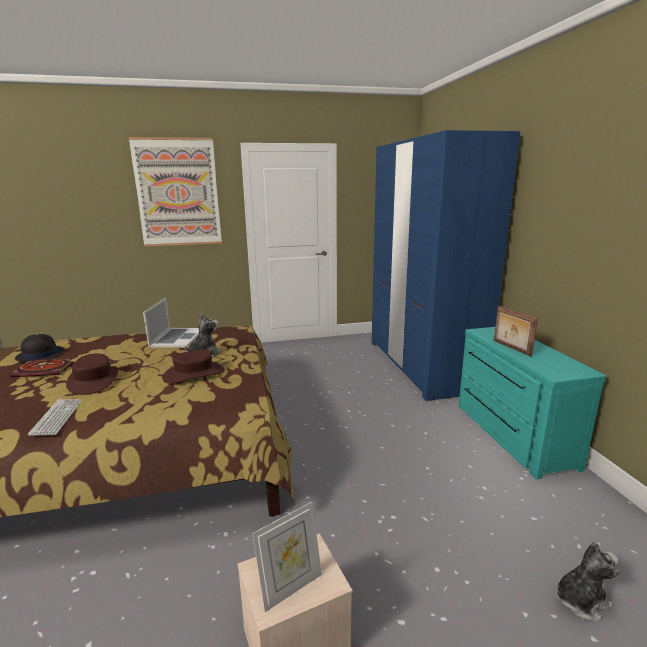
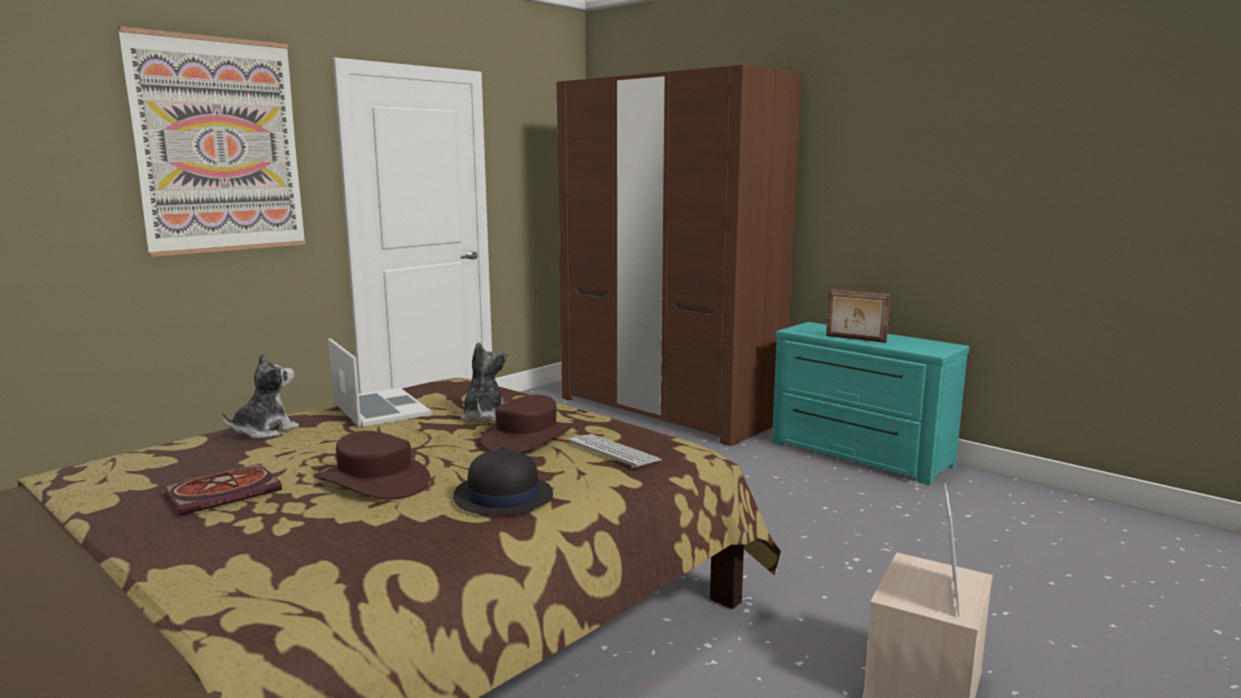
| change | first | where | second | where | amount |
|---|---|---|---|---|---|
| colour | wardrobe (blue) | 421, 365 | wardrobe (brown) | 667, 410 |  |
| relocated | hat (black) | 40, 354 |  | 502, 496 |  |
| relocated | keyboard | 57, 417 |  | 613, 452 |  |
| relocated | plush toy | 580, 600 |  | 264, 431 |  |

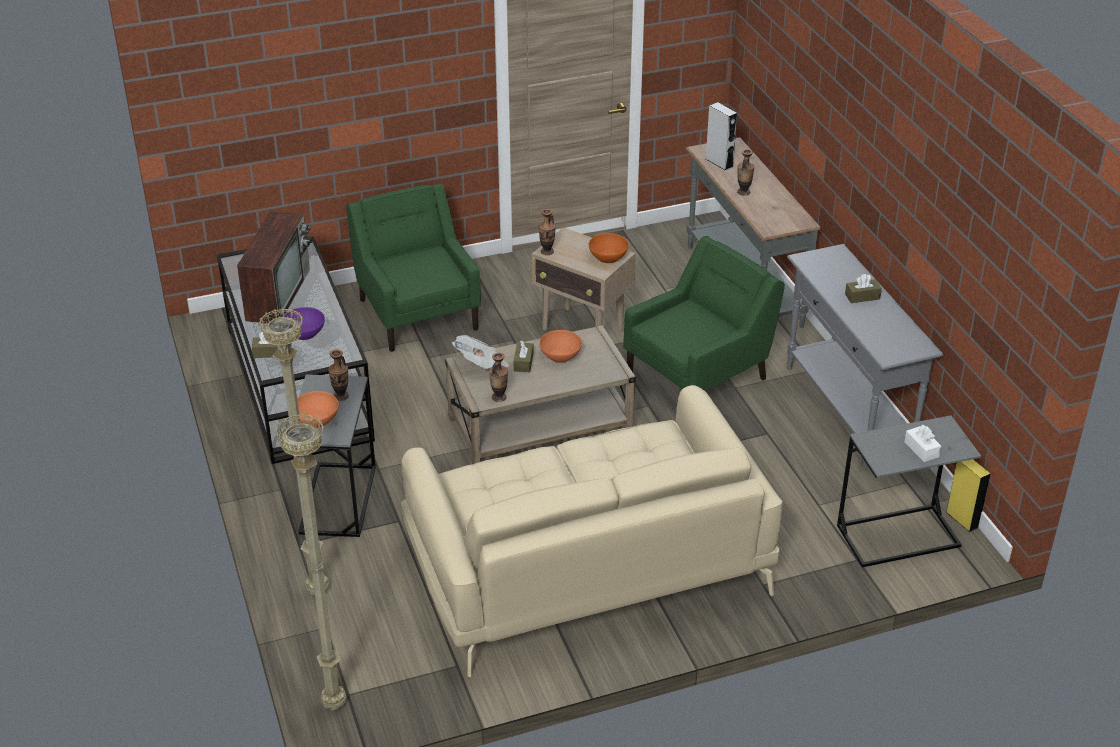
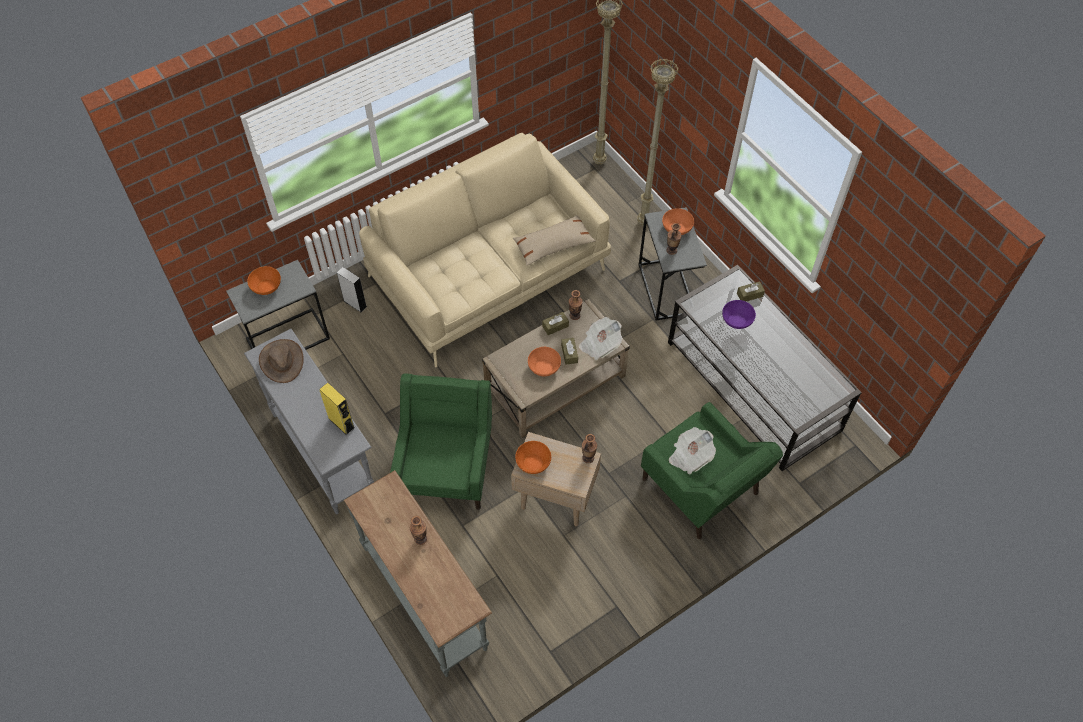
| change | first | where | second | where | amount |
|---|---|---|---|---|---|
| relocated | speaker (grey) | 719, 162 |  | 355, 303 |  |
| missing | television | 278, 293 |  |  |  |
| spun | armchair (green) | 698, 375 |  | 446, 465 | 150 degrees clockwise |
| relocated | tissue box (brown) | 862, 296 |  | 555, 326 |  |
| exchanged | tissue box (white) | 921, 449 | bowl (orange) | 266, 287 |  |
| relocated | speaker (yellow) | 962, 519 |  | 341, 423 |  |
| appeared |  |  | pillow (beige) | 553, 245 |  |
| appeared |  |  | hat (brown) | 282, 361 |  |
| appeared |  |  | newspaper | 690, 456 |  |

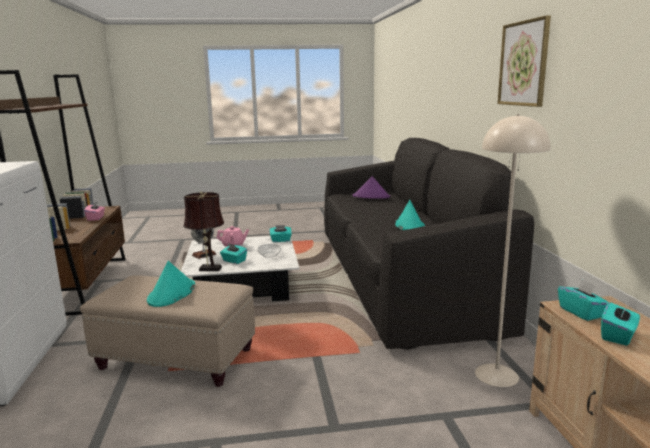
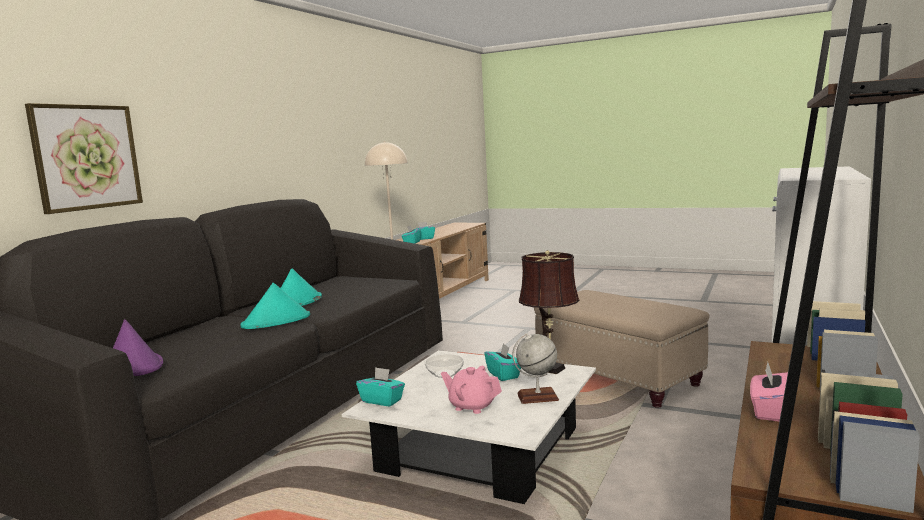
| change | first | where | second | where | amount |
|---|---|---|---|---|---|
| relocated | picture | 523, 63 |  | 86, 157 |  |
| relocated | hat (turquoise) | 172, 294 |  | 276, 321 |  |

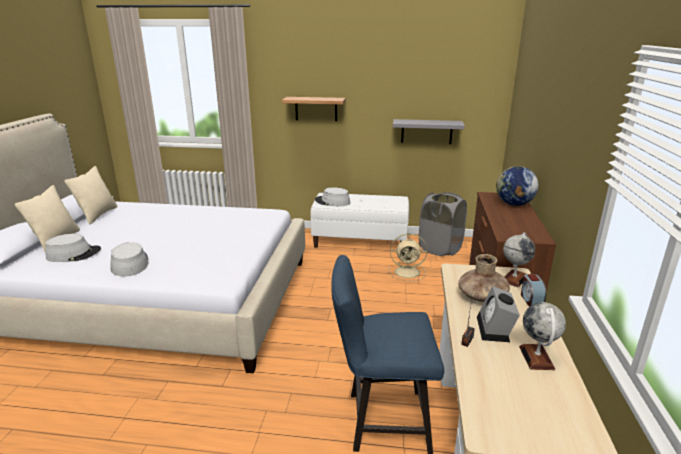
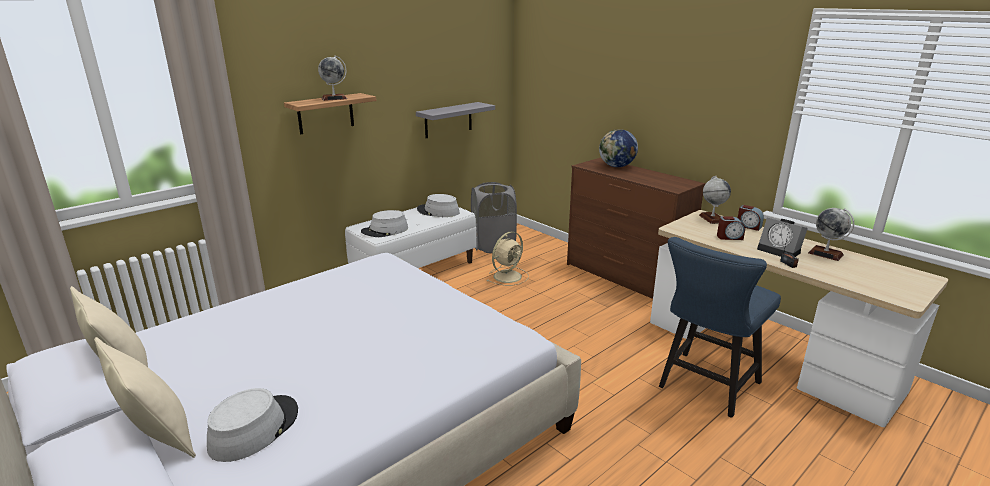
| change | first | where | second | where | amount |
|---|---|---|---|---|---|
| relocated | hat (grey) | 129, 264 |  | 438, 211 |  |
| exchanged | vase (brown) | 482, 297 | alarm clock | 729, 237 |  |
| appeared |  |  | globe | 334, 98 |  |

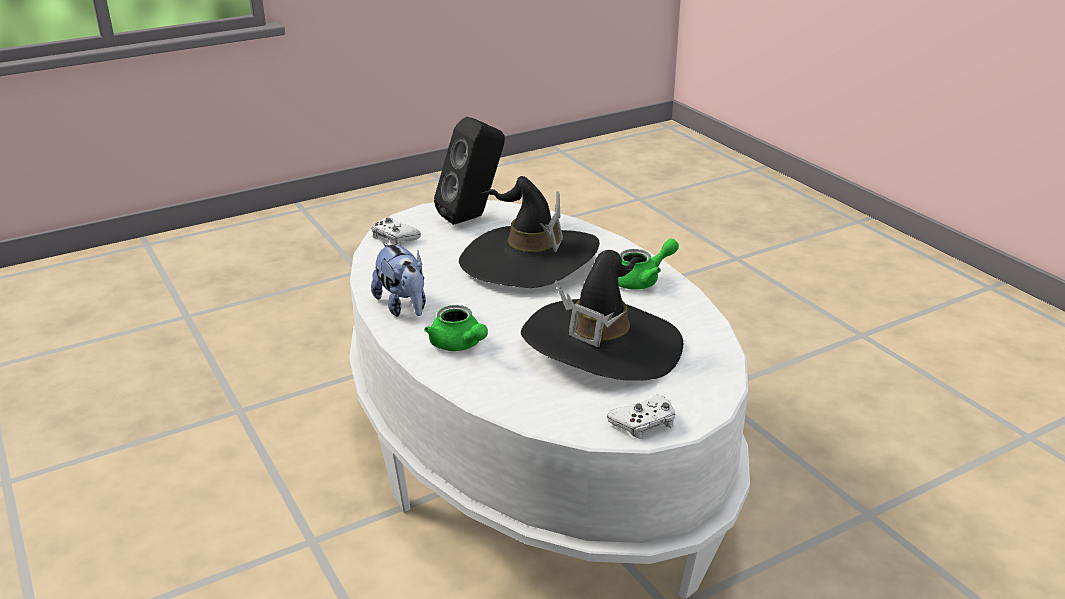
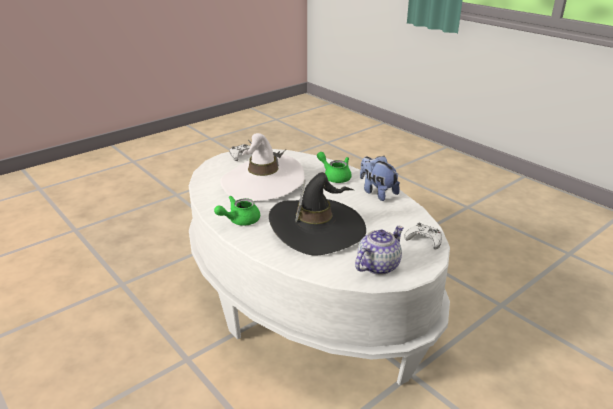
| change | first | where | second | where | amount |
|---|---|---|---|---|---|
| exchanged | speaker (black) | 473, 217 | teapot | 378, 265 |  |
| colour | hat (black) | 601, 345 | hat (white) | 262, 182 |  |

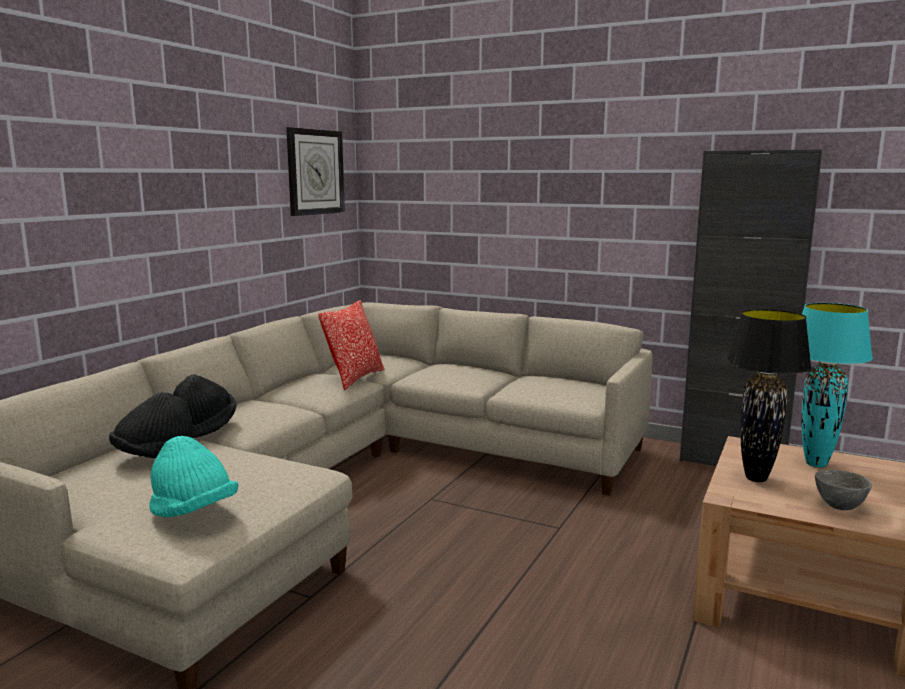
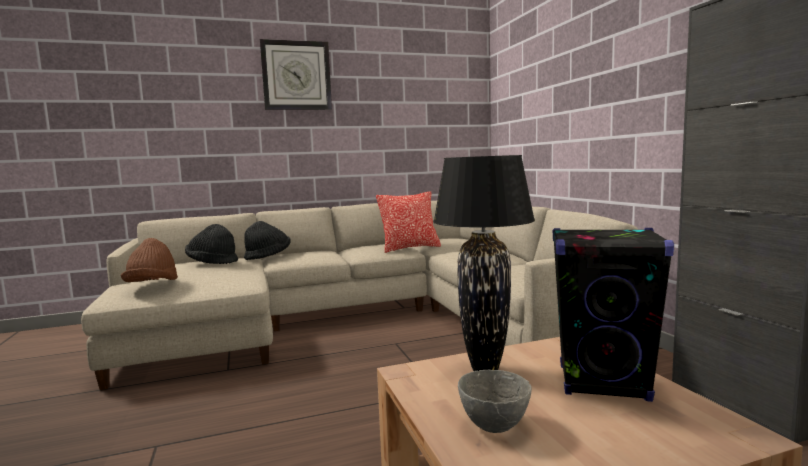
| change | first | where | second | where | amount |
|---|---|---|---|---|---|
| relocated | wall clock | 315, 172 |  | 296, 75 |  |
| exchanged | table lamp (turquoise) | 816, 464 | speaker (black) | 603, 383 |  |
| colour | hat (turquoise) | 193, 512 | hat (brown) | 152, 285 |  |

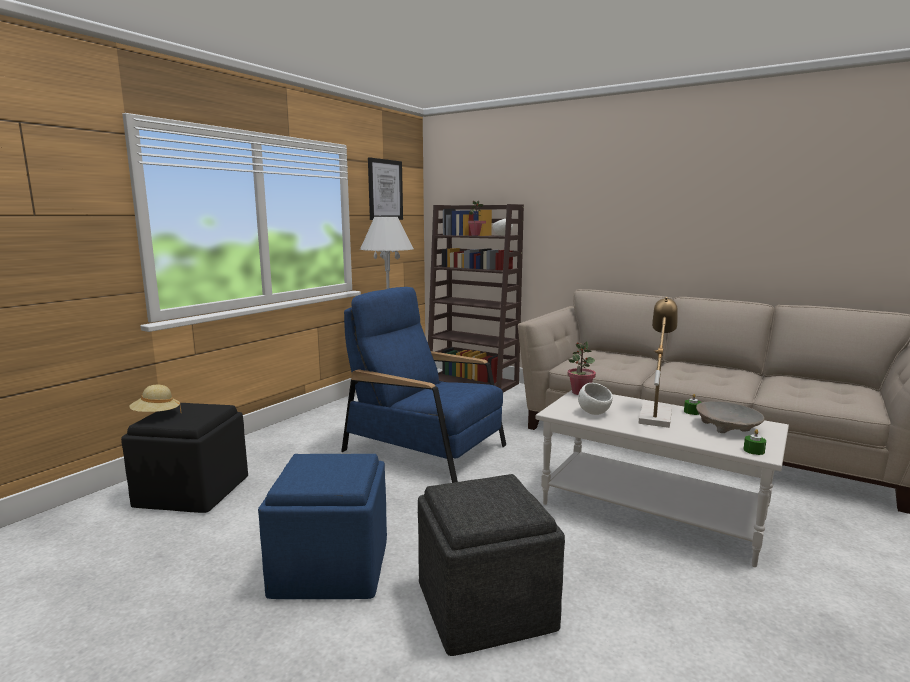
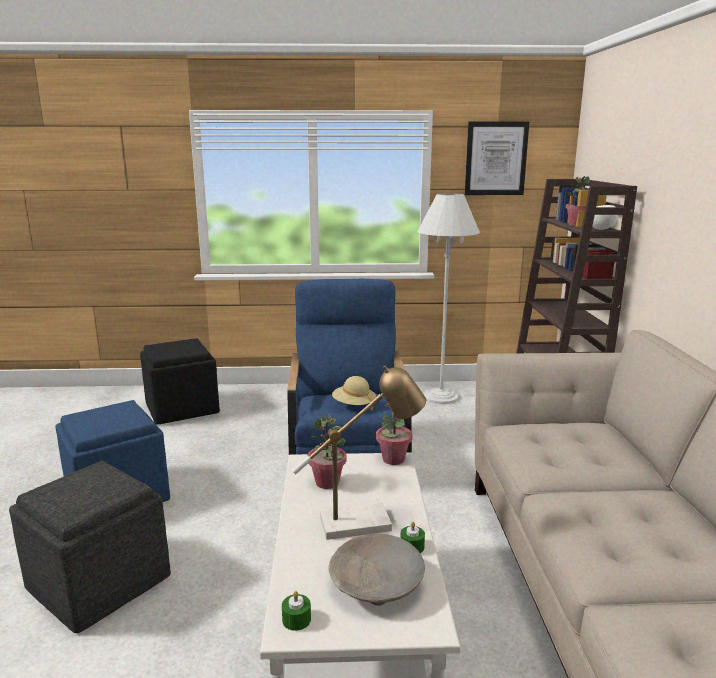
| change | first | where | second | where | amount |
|---|---|---|---|---|---|
| exchanged | bowl (white) | 594, 413 | potted plant | 327, 482 |  |
| relocated | hat (beige) | 156, 415 |  | 354, 405 |  |

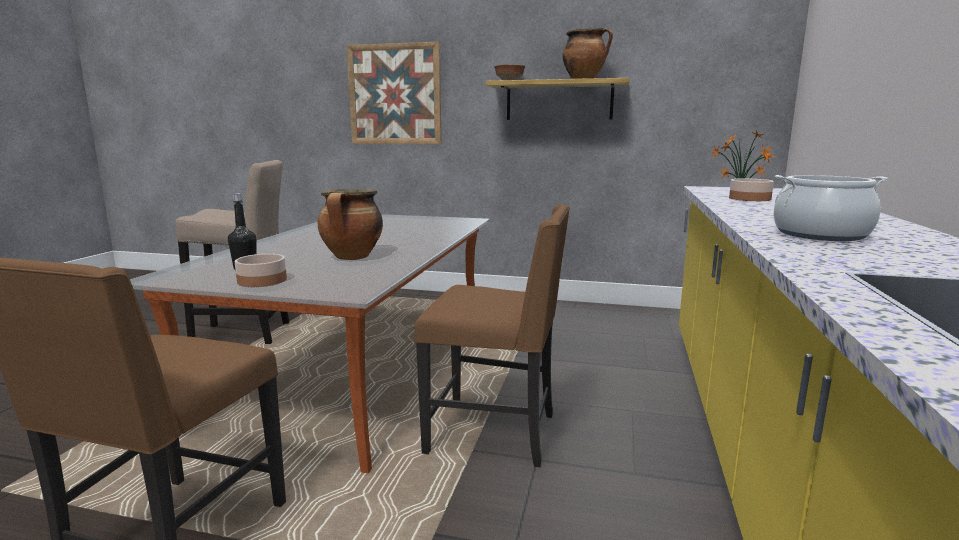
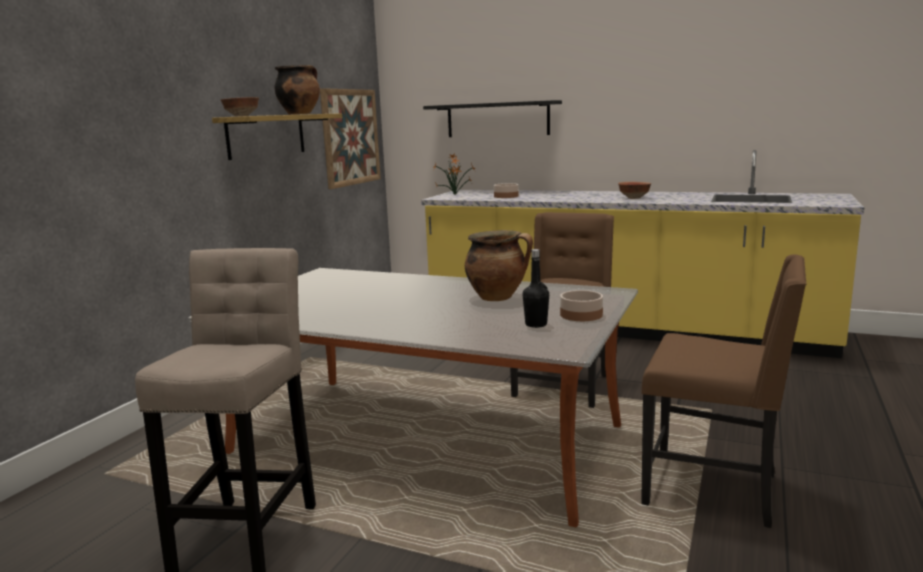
| change | first | where | second | where | amount |
|---|---|---|---|---|---|
| relocated | picture | 394, 95 |  | 350, 137 |  |
| exchanged | cooking pot | 820, 234 | bowl | 634, 198 |  |
| appeared |  |  | shelf (black) | 497, 119 |  |

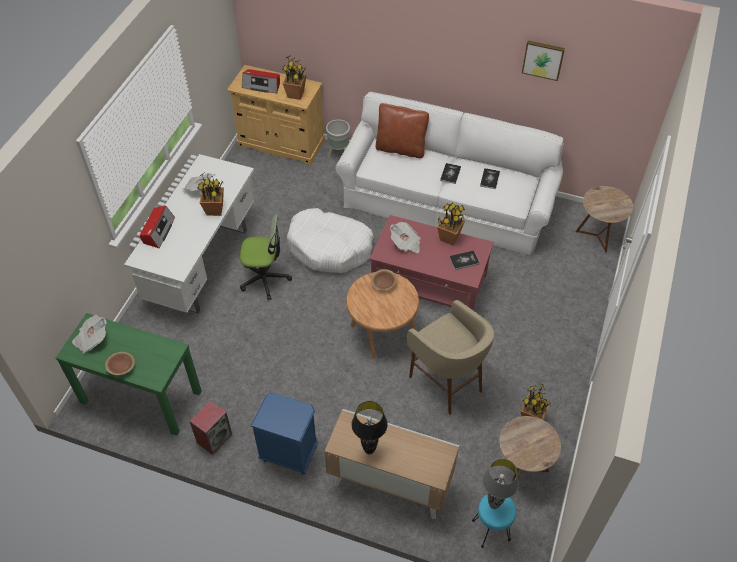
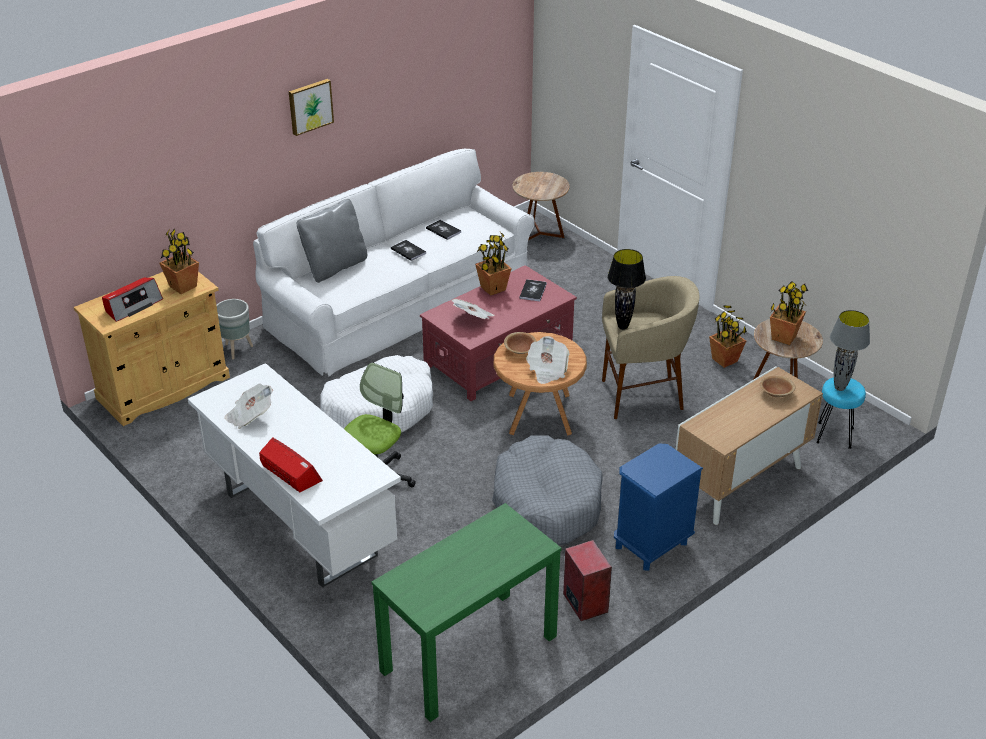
| change | first | where | second | where | amount |
|---|---|---|---|---|---|
| relocated | picture | 543, 59 |  | 310, 106 |  |
| colour | pillow (brown) | 401, 149 | pillow (grey) | 335, 267 |  |
| relocated | potted plant | 214, 210 |  | 783, 337 |  |
| relocated | newspaper | 92, 339 |  | 547, 370 |  |
| relocated | bowl (brown) | 121, 367 |  | 776, 393 |  |
| relocated | table lamp (black) | 369, 450 |  | 622, 327 |  |
| appeared |  |  | dog bed (grey) | 547, 503 |  |

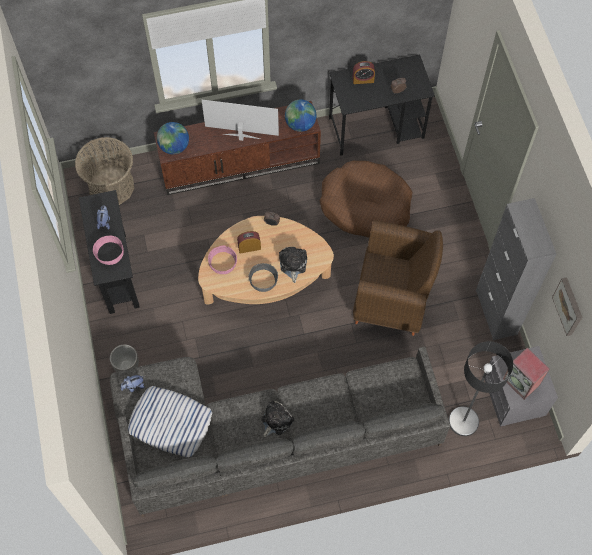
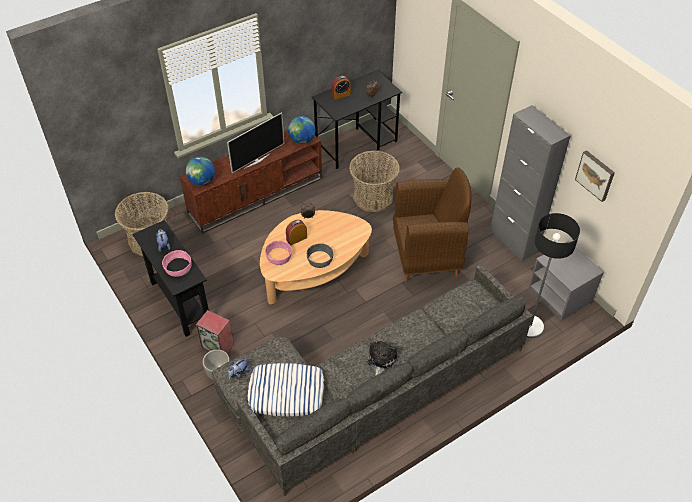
| change | first | where | second | where | amount |
|---|---|---|---|---|---|
| spun | television | 241, 137 |  | 257, 160 | 150 degrees clockwise |
| exchanged | dog bed (brown) | 365, 206 | basket | 373, 197 |  |
| missing | plush toy | 292, 264 |  |  |  |
| relocated | speaker | 521, 382 |  | 218, 346 |  |

